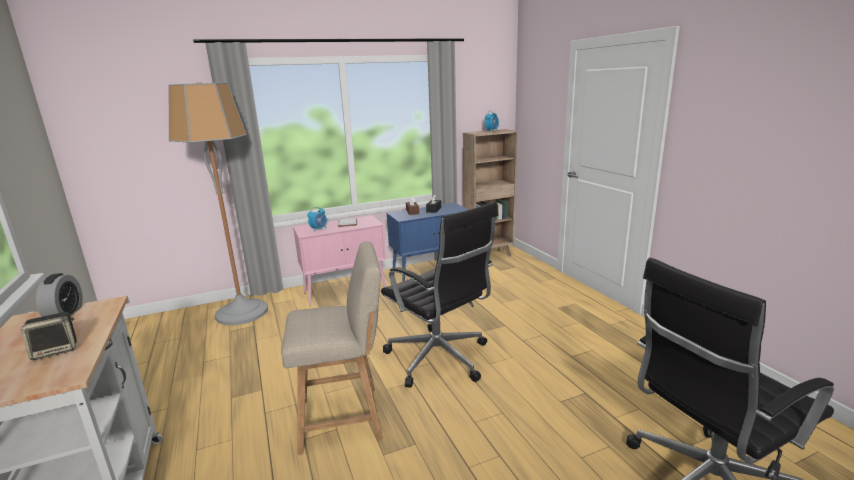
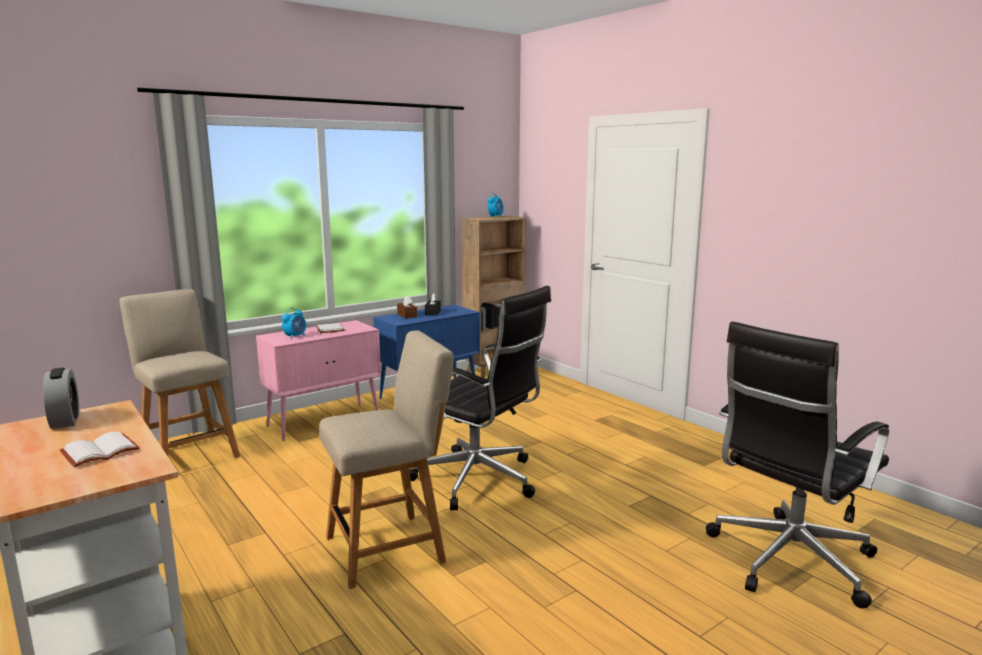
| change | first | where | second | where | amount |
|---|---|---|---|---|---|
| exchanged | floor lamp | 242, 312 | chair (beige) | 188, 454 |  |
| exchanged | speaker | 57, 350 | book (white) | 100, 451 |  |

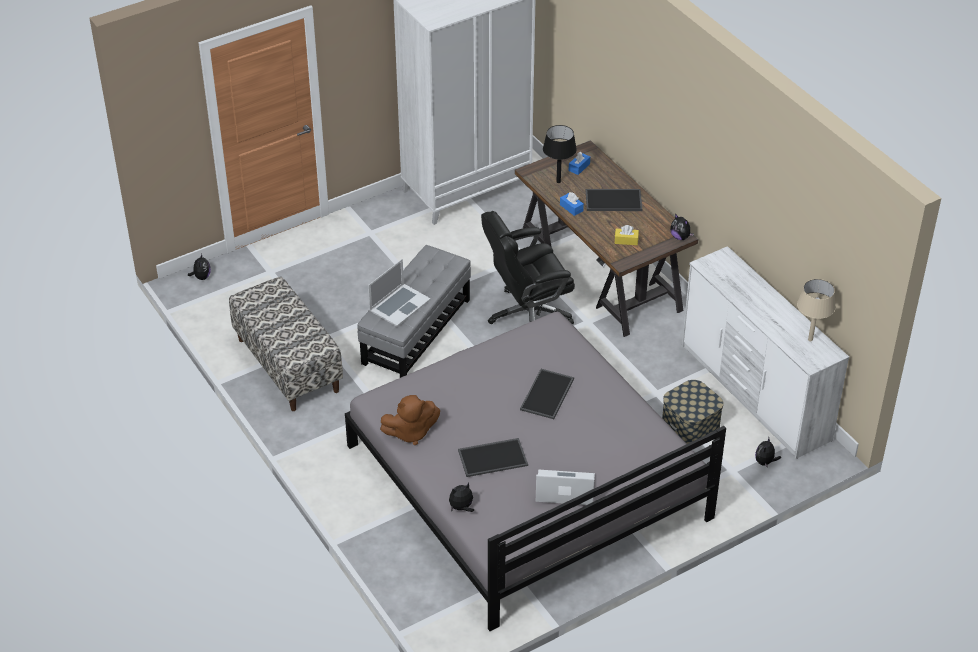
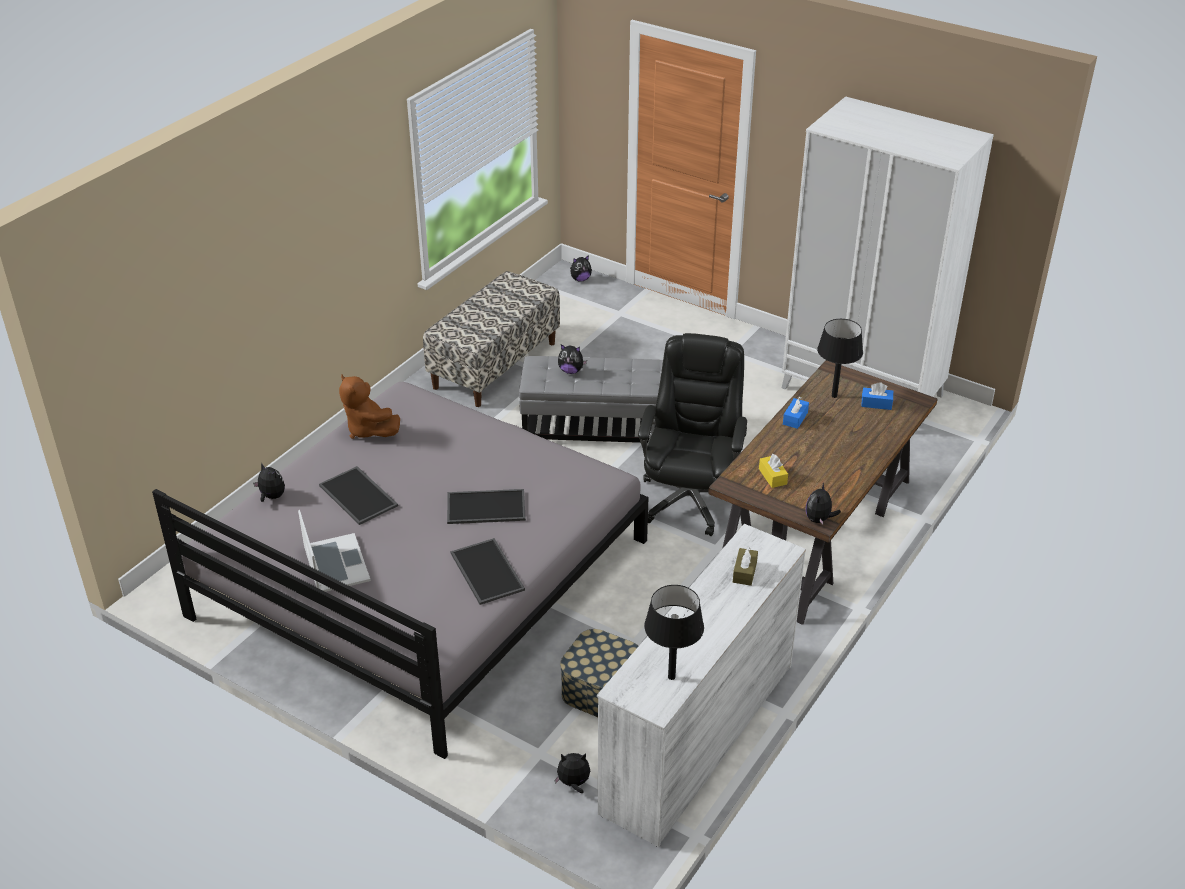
| change | first | where | second | where | amount |
|---|---|---|---|---|---|
| relocated | tray | 613, 201 |  | 485, 571 |  |
| spun | office chair (black) | 528, 315 |  | 691, 498 | 60 degrees clockwise |
| exchanged | laptop | 399, 305 | plush toy | 571, 371 |  |
| colour | table lamp (beige) | 810, 339 | table lamp (black) | 671, 677 |  |
| appeared |  |  | tissue box (brown) | 744, 572 |  |

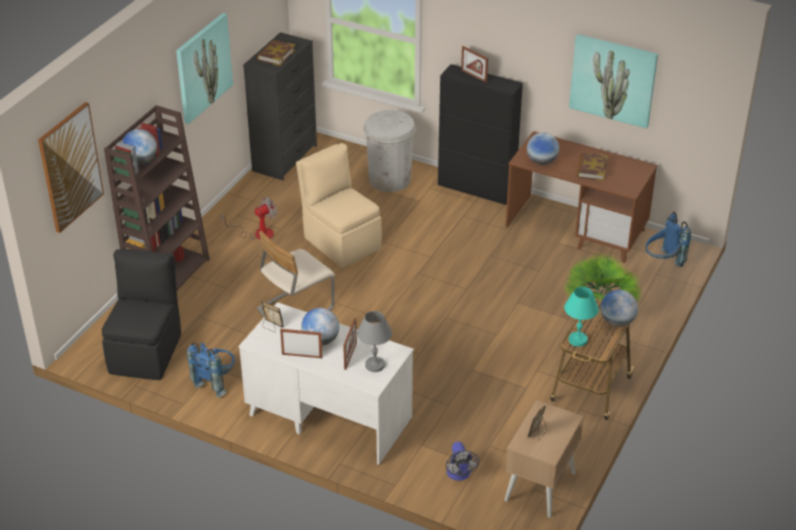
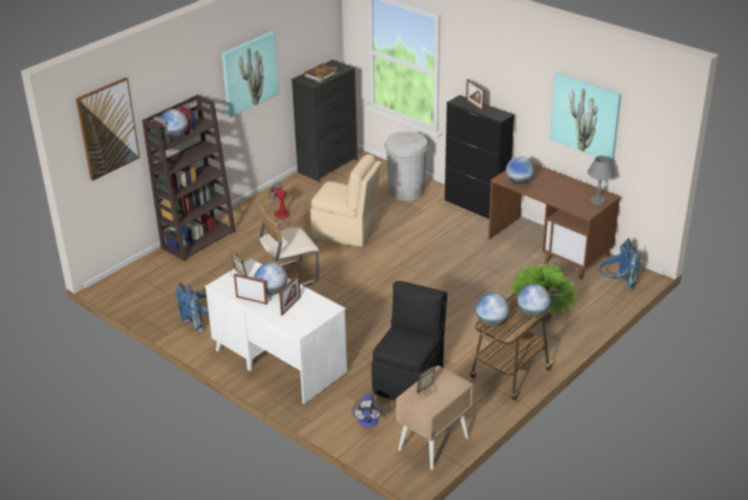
| change | first | where | second | where | amount |
|---|---|---|---|---|---|
| spun | chair (beige) | 341, 242 |  | 346, 232 | 135 degrees clockwise |
| missing | book | 591, 169 |  |  |  |
| spun | fan | 257, 233 |  | 281, 217 | 120 degrees counterclockwise |
| relocated | chair (black) | 146, 352 |  | 409, 379 |  |
| exchanged | table lamp (turquoise) | 578, 340 | globe | 491, 322 |  |
| relocated | table lamp (grey) | 374, 365 |  | 597, 201 |  |

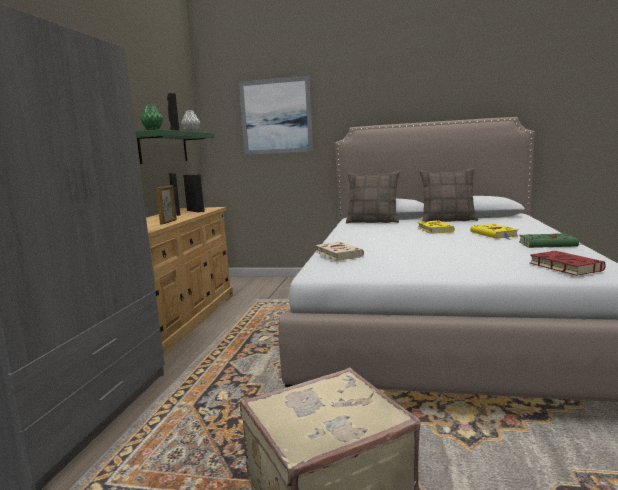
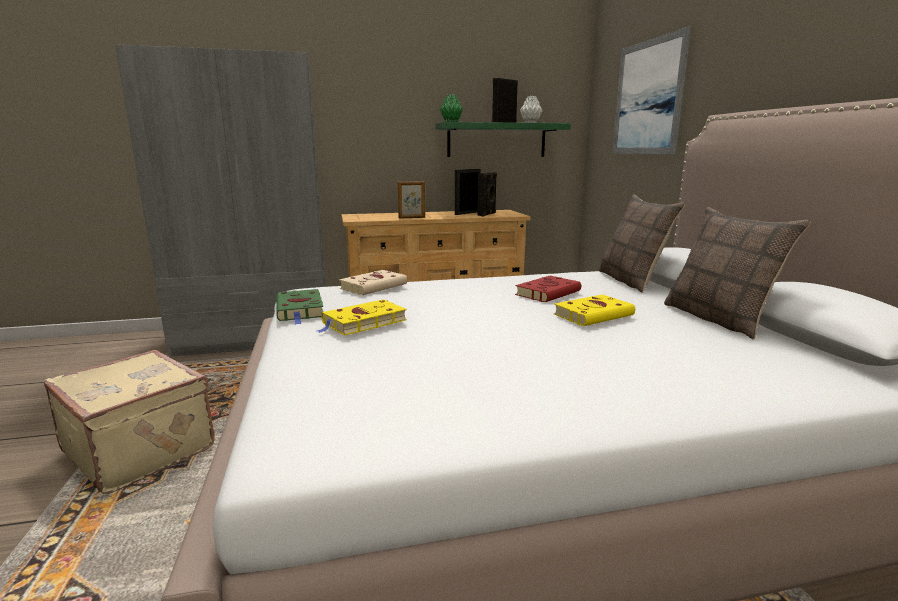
| change | first | where | second | where | amount |
|---|---|---|---|---|---|
| relocated | book (yellow) | 494, 234 |  | 362, 322 |  |
| relocated | book (green) | 549, 244 |  | 300, 310 |  |
| relocated | book (red) | 563, 266 |  | 549, 293 |  |

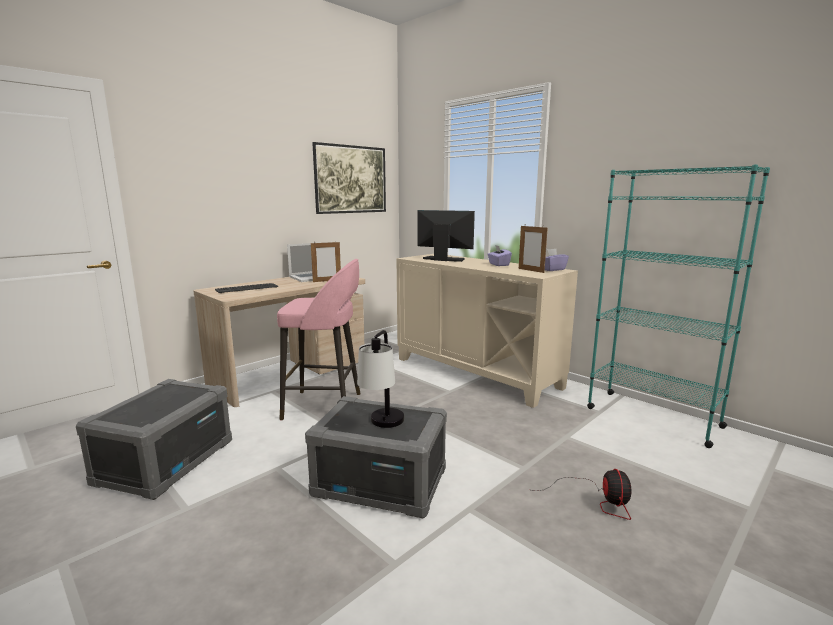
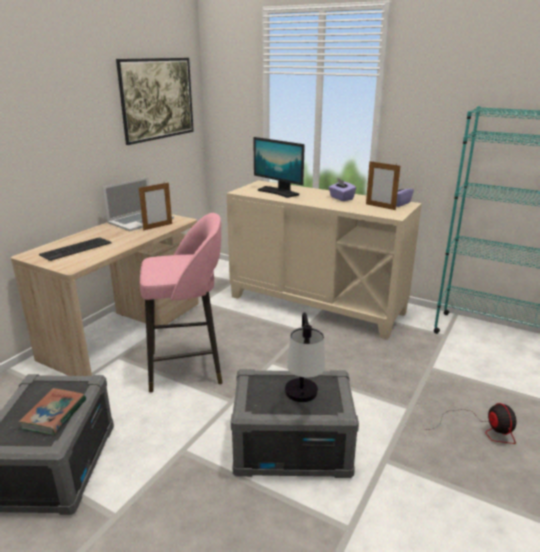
| change | first | where | second | where | amount |
|---|---|---|---|---|---|
| spun | monitor | 443, 259 |  | 278, 192 | 150 degrees counterclockwise |
| appeared |  |  | book | 54, 414 |  |

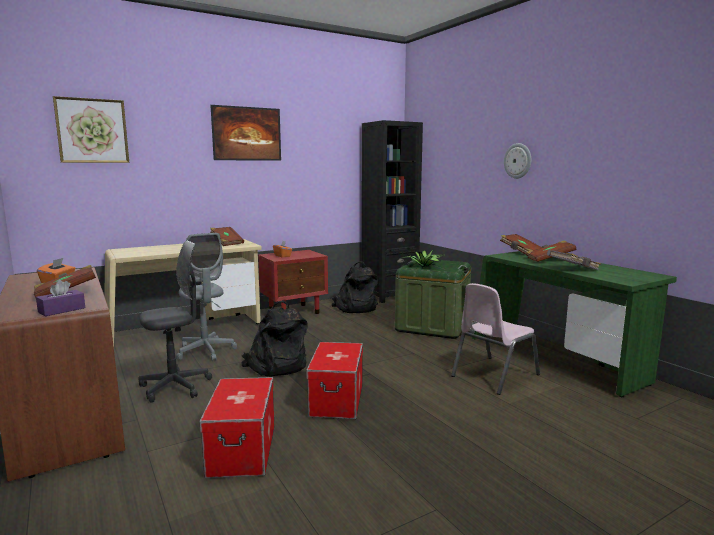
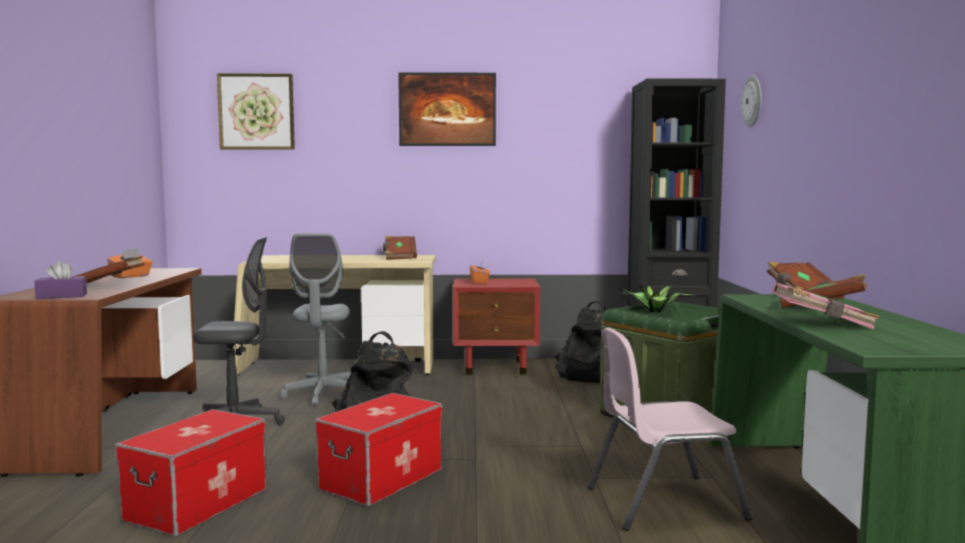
| change | first | where | second | where | amount |
|---|---|---|---|---|---|
| relocated | wall clock | 518, 161 |  | 753, 101 |  |
| colour | book (grey) | 573, 269 | book (pink) | 822, 323 |  |

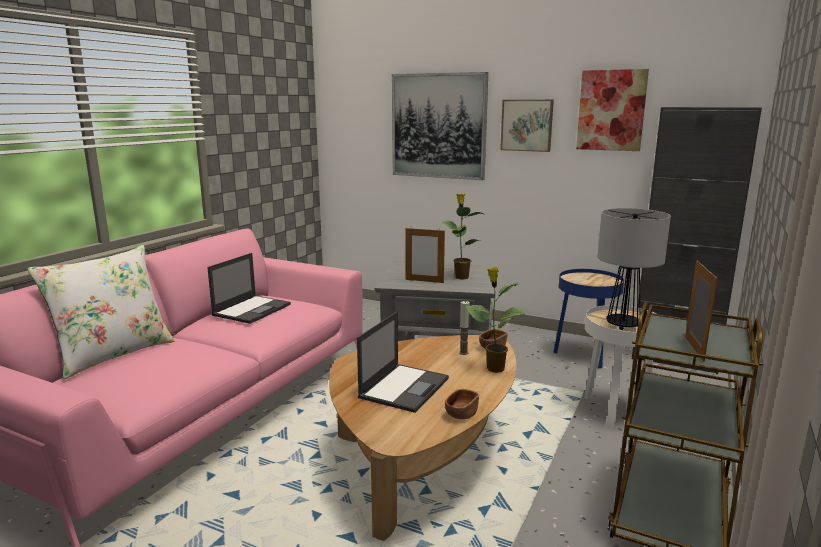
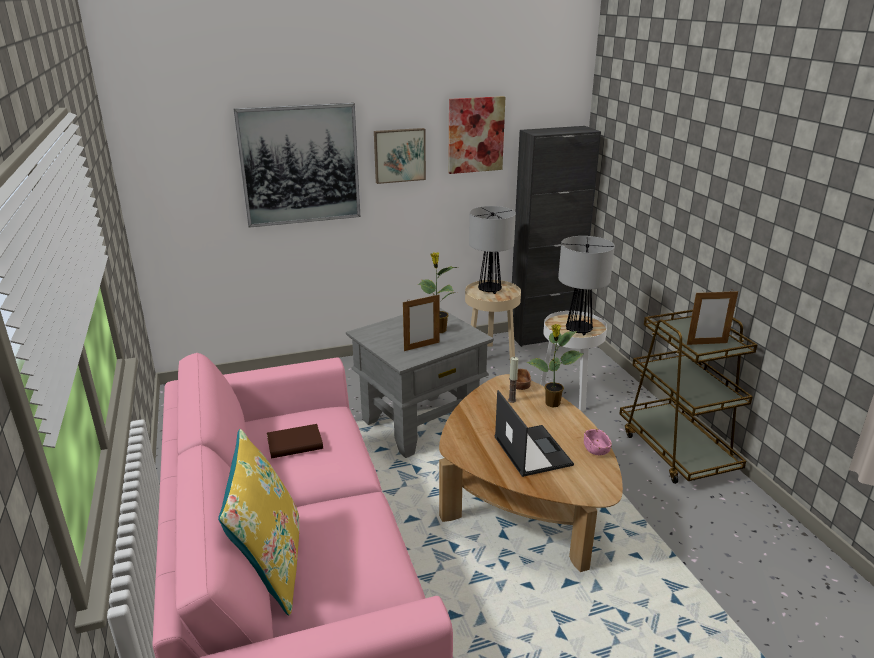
| change | first | where | second | where | amount |
|---|---|---|---|---|---|
| colour | pillow (white) | 113, 354 | pillow (yellow) | 270, 564 |  |
| exchanged | laptop | 252, 309 | book (brown) | 295, 444 |  |
| spun | picture frame | 694, 348 |  | 707, 343 | 120 degrees clockwise |
| colour | side table (blue) | 584, 355 | side table (beige) | 490, 357 |  |
| colour | bowl (brown) | 461, 414 | bowl (pink) | 596, 450 |  |
| appeared |  |  | table lamp | 489, 290 |  |

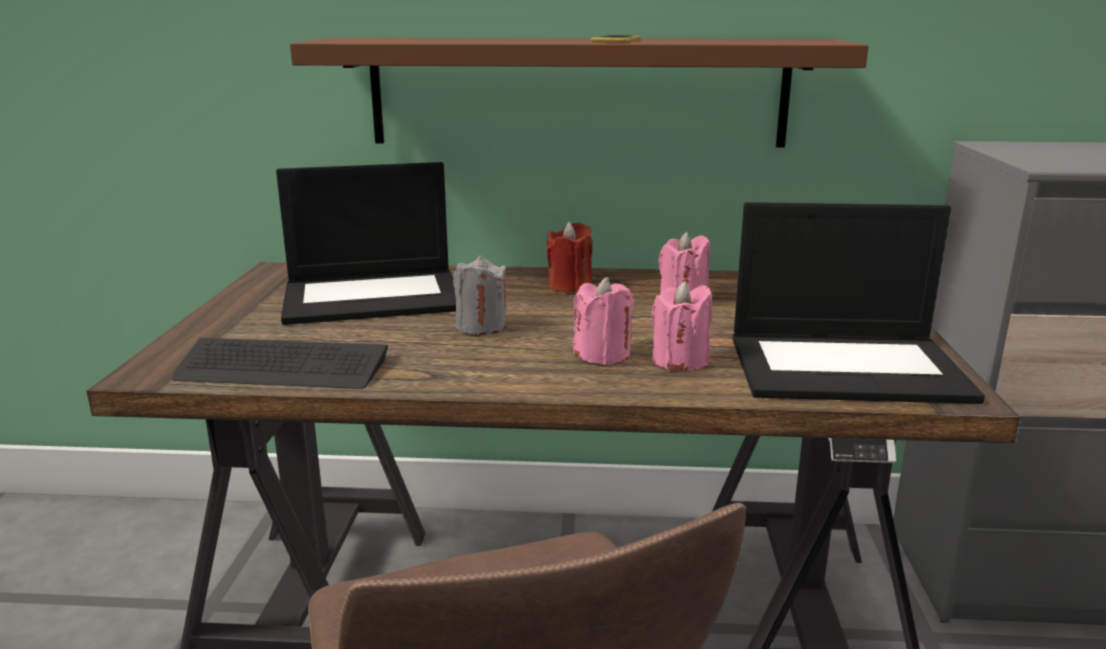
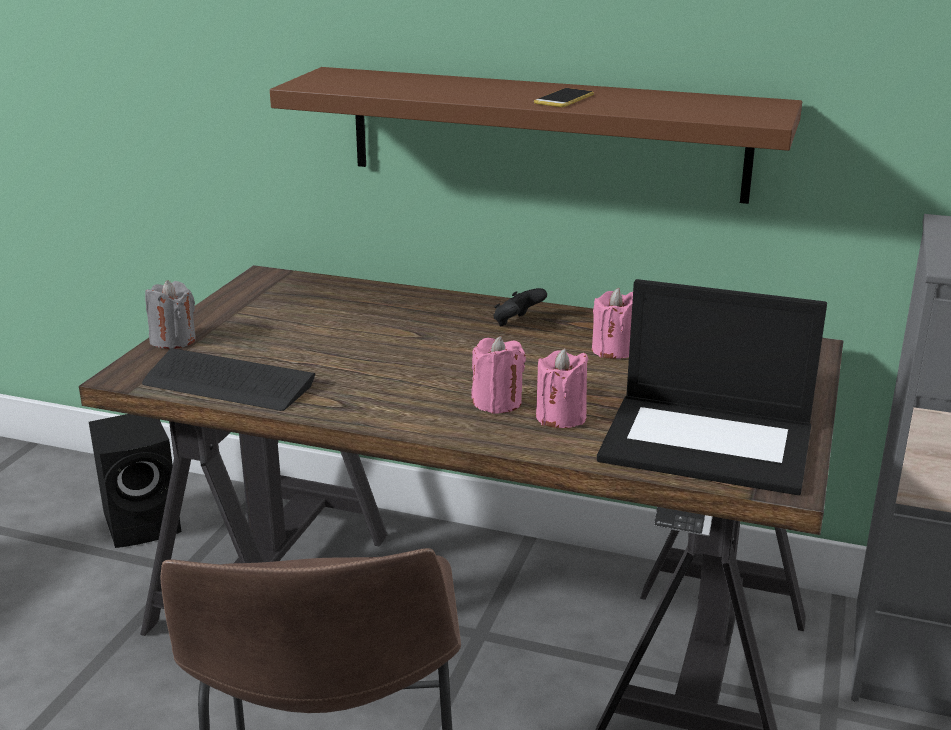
| change | first | where | second | where | amount |
|---|---|---|---|---|---|
| missing | laptop | 374, 296 |  |  |  |
| exchanged | candle (red) | 570, 286 | game controller (black) | 517, 323 |  |
| relocated | candle (grey) | 481, 326 |  | 173, 340 |  |
| appeared |  |  | speaker (black) | 145, 522 |  |

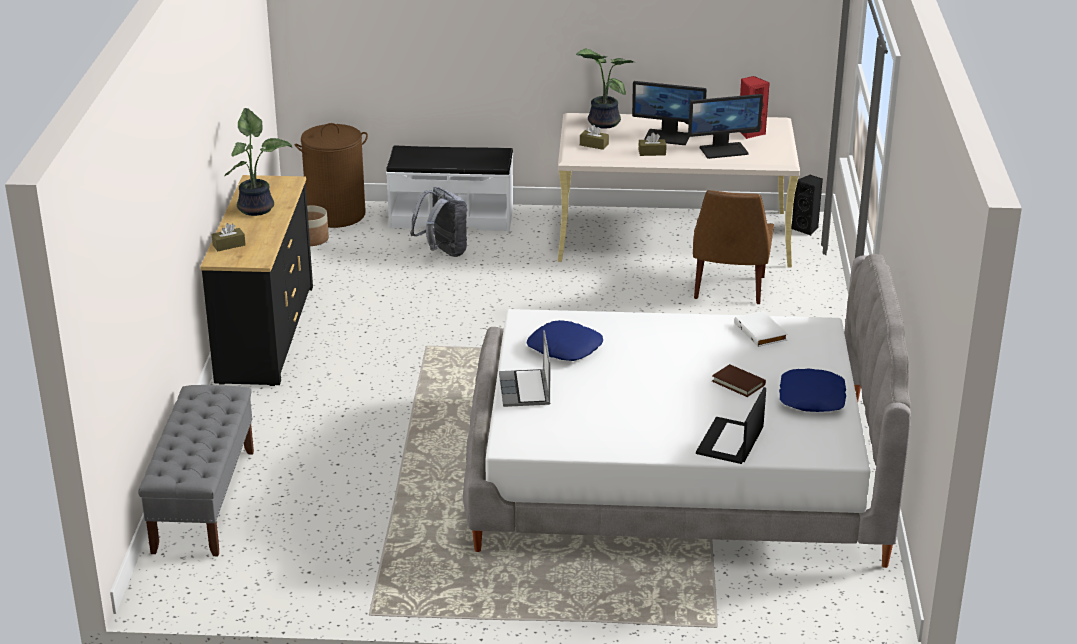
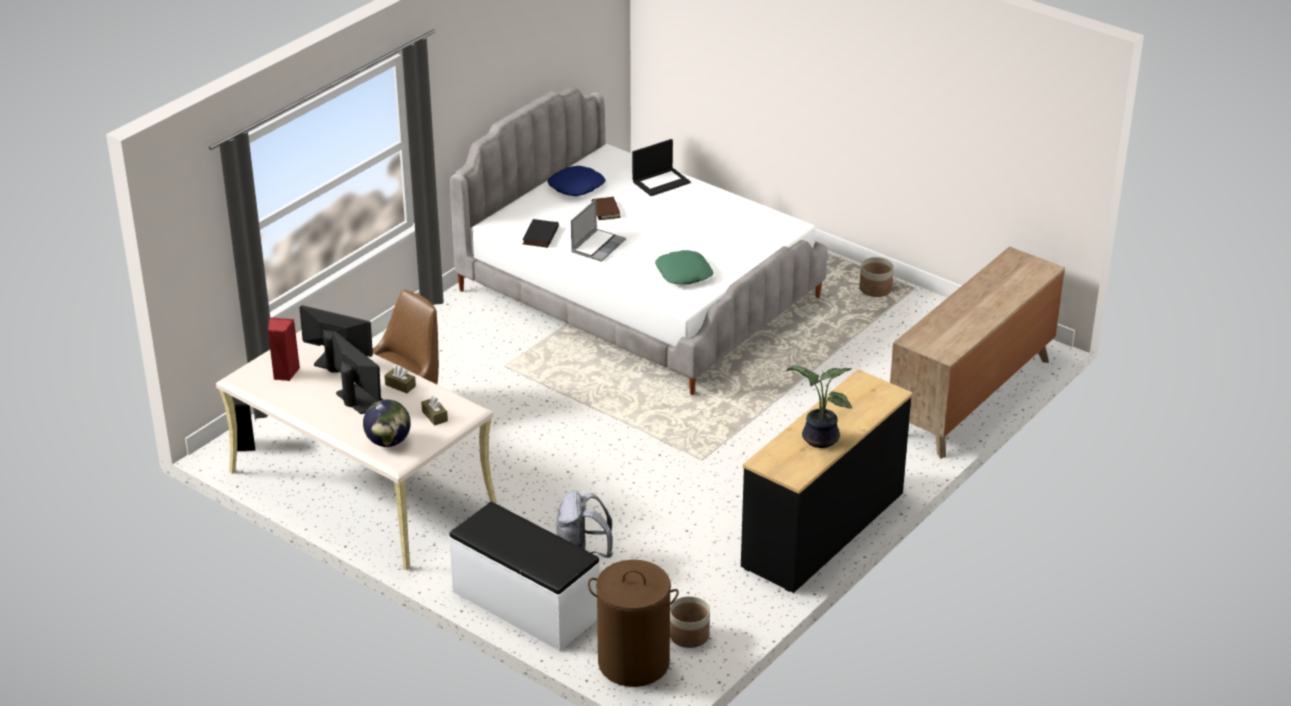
| change | first | where | second | where | amount |
|---|---|---|---|---|---|
| exchanged | potted plant | 601, 123 | globe | 388, 442 |  |
| missing | tissue box (brown) | 229, 245 |  |  |  |
| colour | book (white) | 761, 332 | book (black) | 539, 235 |  |
| colour | pillow (blue) | 564, 348 | pillow (green) | 684, 273 |  |
| relocated | laptop | 525, 390 |  | 598, 246 |  |
| exchanged | bench (grey) | 204, 500 | dresser (brown) | 971, 397 |  |
| appeared |  |  | planter | 875, 289 |  |

